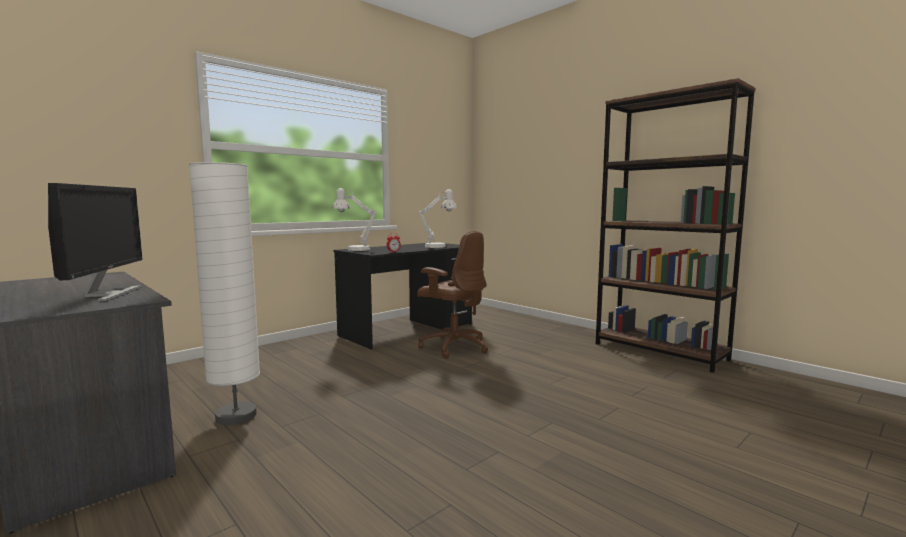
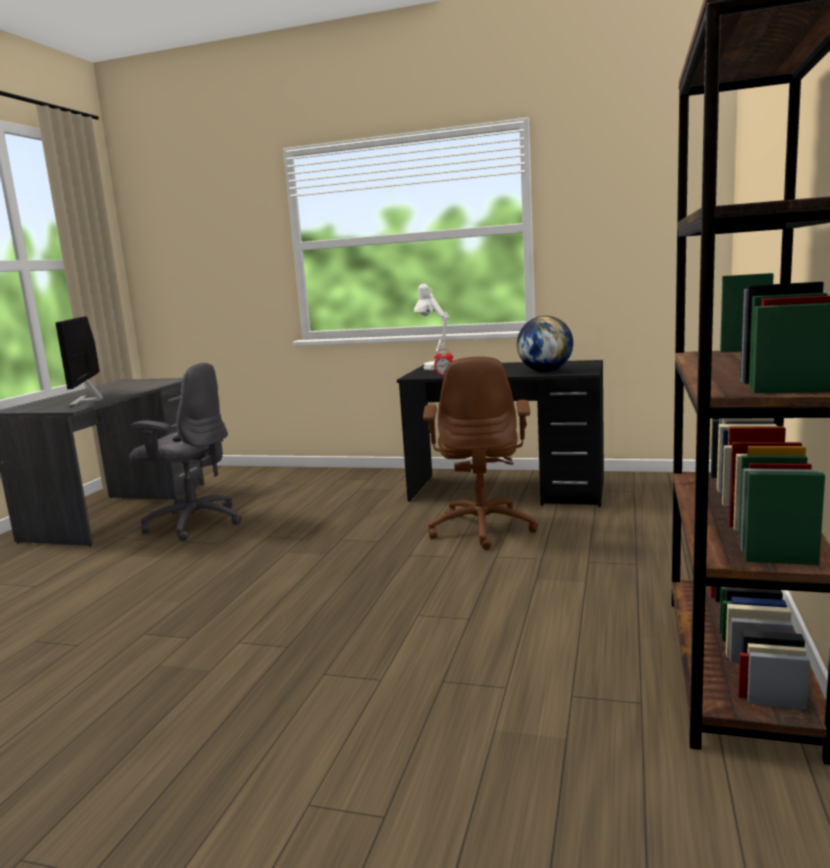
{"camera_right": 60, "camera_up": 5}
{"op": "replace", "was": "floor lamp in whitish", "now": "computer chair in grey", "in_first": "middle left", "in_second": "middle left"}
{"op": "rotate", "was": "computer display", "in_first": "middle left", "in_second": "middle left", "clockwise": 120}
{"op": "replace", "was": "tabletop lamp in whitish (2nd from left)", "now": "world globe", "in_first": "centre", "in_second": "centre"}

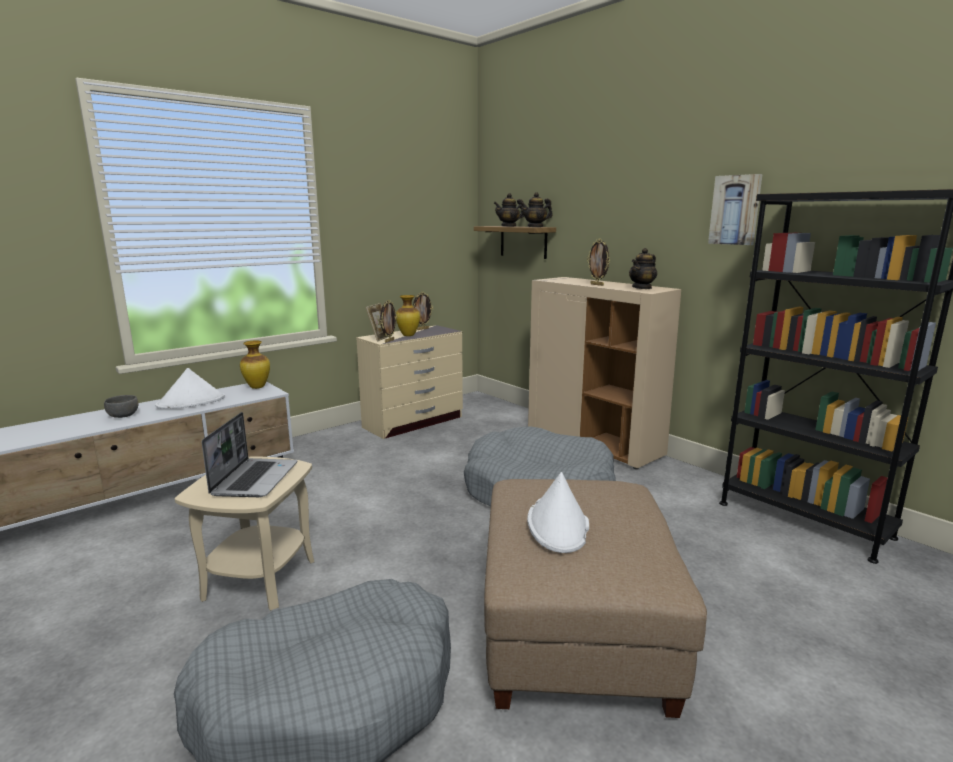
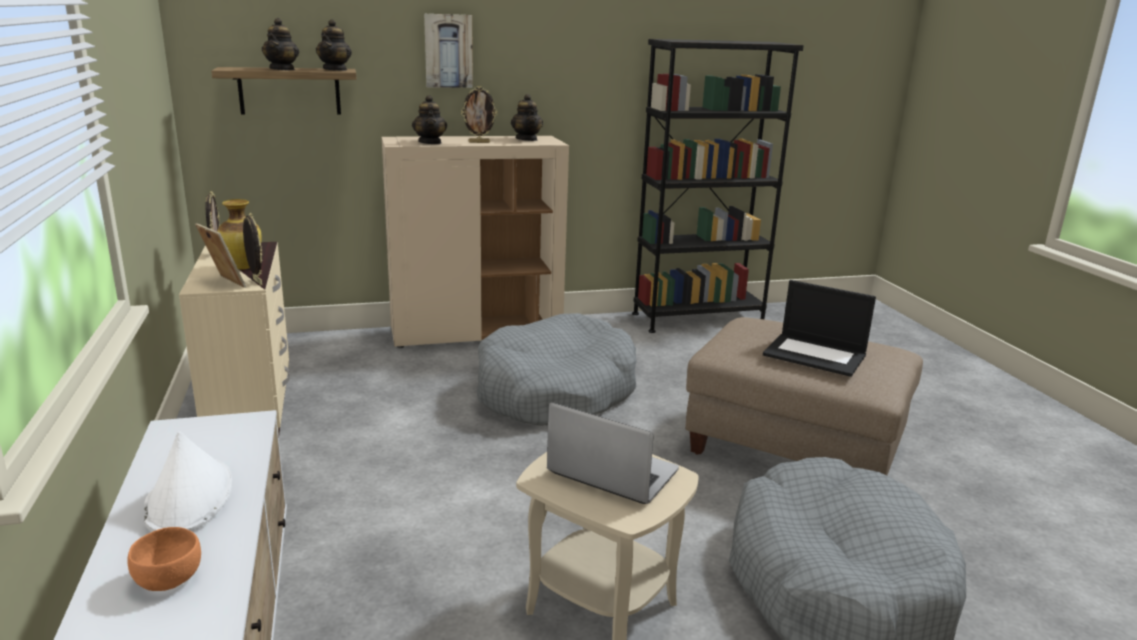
{"camera_right": -65, "camera_up": 5}
{"op": "move", "was": "wall picture", "in_first": "top right", "in_second": "top centre"}
{"op": "delete", "was": "decorative vase (1st from left)", "in_first": "middle left"}
{"op": "recolor", "was": "deep dish in grey", "now": "deep dish in orangey", "in_first": "middle left", "in_second": "bottom left"}
{"op": "replace", "was": "wearable hat in whitish (2nd from left)", "now": "notebook computer (2nd from left)", "in_first": "bottom centre", "in_second": "middle right"}
{"op": "insert", "now": "pot for tea (3rd from left)", "in_second": "top centre"}

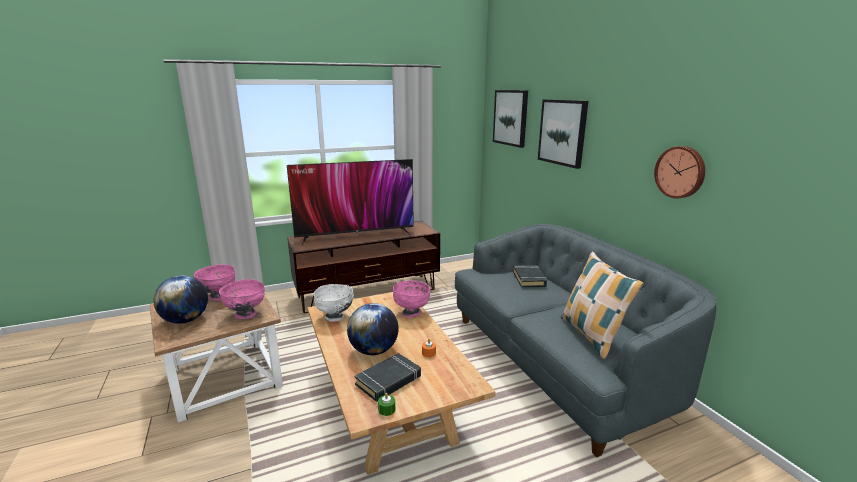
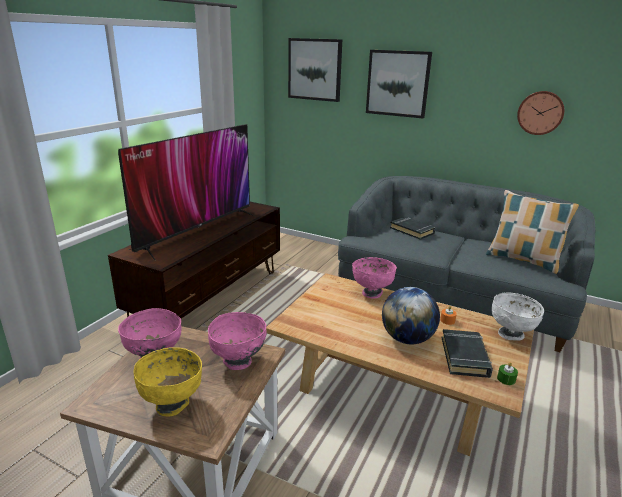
{"camera_right": -40, "camera_up": 5}
{"op": "replace", "was": "world globe (1st from left)", "now": "deep dish in yellowish", "in_first": "middle left", "in_second": "bottom left"}
{"op": "move", "was": "deep dish in whitish", "in_first": "centre", "in_second": "middle right"}

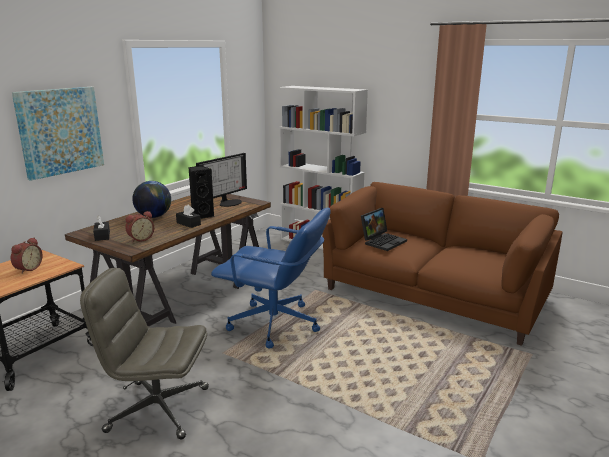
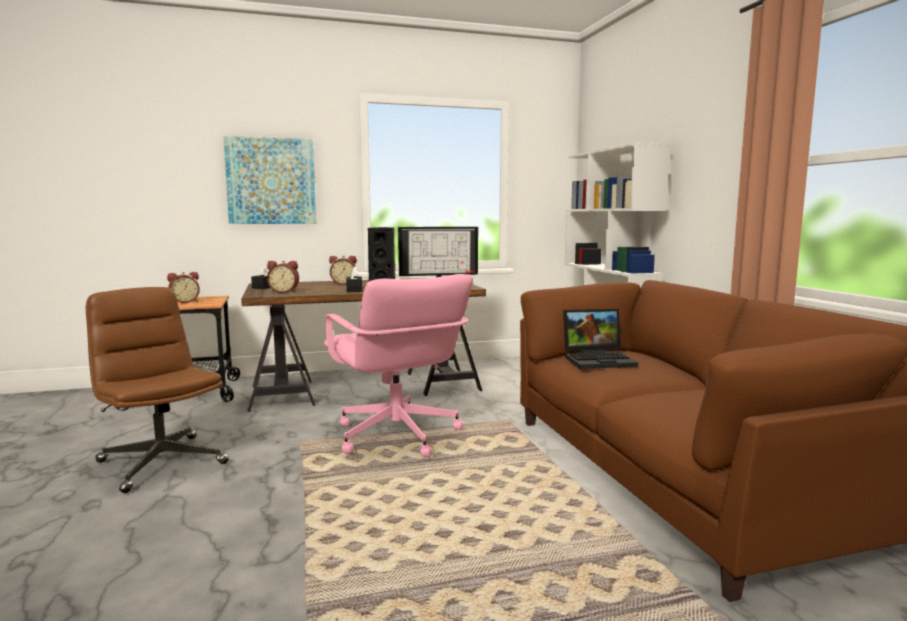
{"camera_right": 40, "camera_up": -10}
{"op": "replace", "was": "world globe", "now": "alarm clock (3rd from left)", "in_first": "middle left", "in_second": "centre"}
{"op": "recolor", "was": "computer chair in blue-coloured", "now": "computer chair in pinkish", "in_first": "centre", "in_second": "centre"}
{"op": "recolor", "was": "computer chair in grey", "now": "computer chair in brown-coloured", "in_first": "bottom left", "in_second": "middle left"}

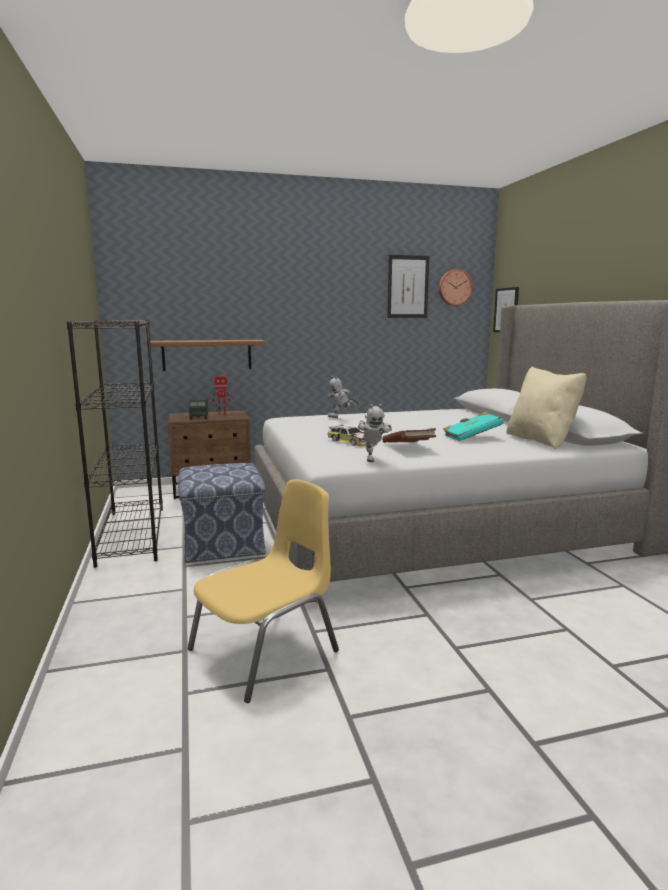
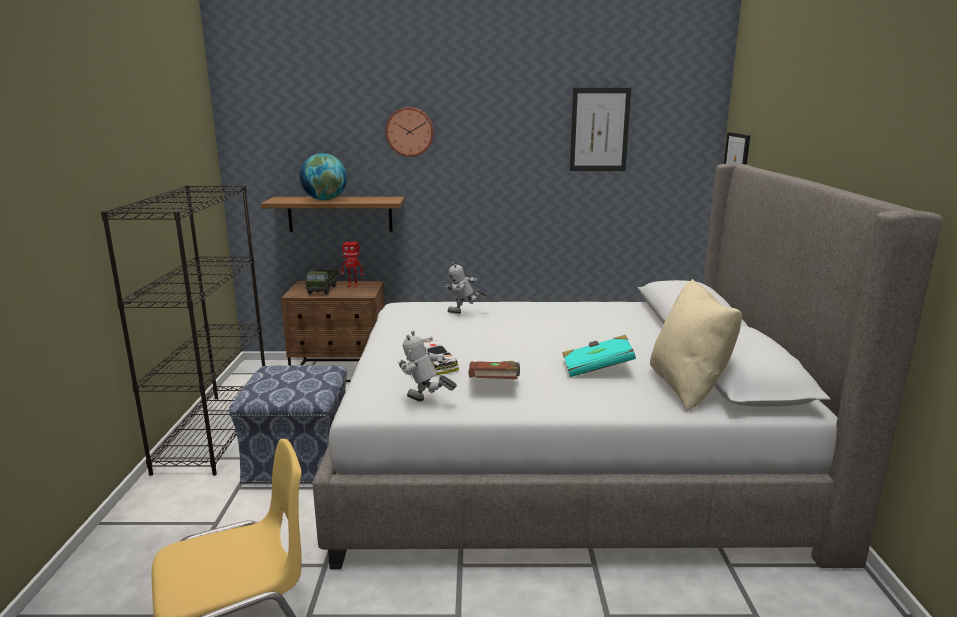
{"camera_right": 15, "camera_up": 5}
{"op": "move", "was": "wall clock", "in_first": "top right", "in_second": "top centre"}
{"op": "rotate", "was": "robot figure (3rd from left in the first image)", "in_first": "centre", "in_second": "centre", "clockwise": 105}
{"op": "insert", "now": "world globe", "in_second": "top centre"}

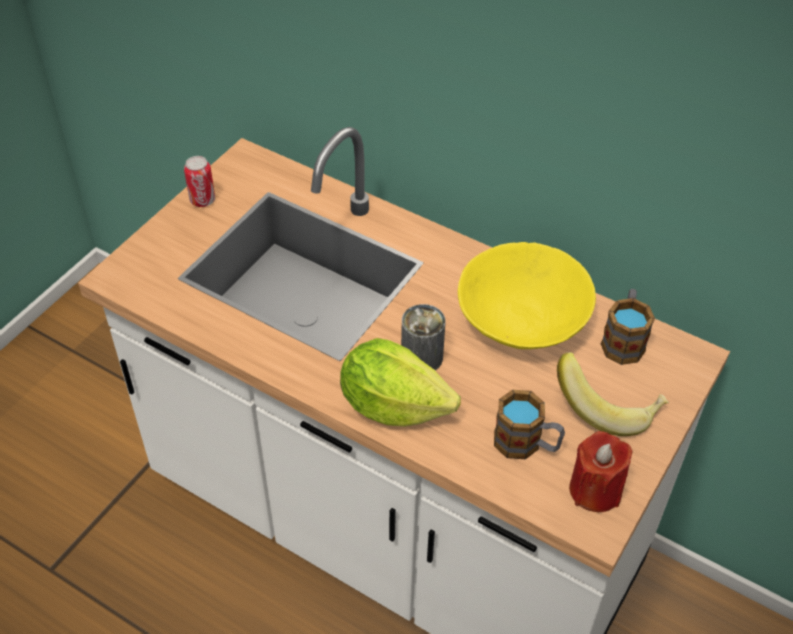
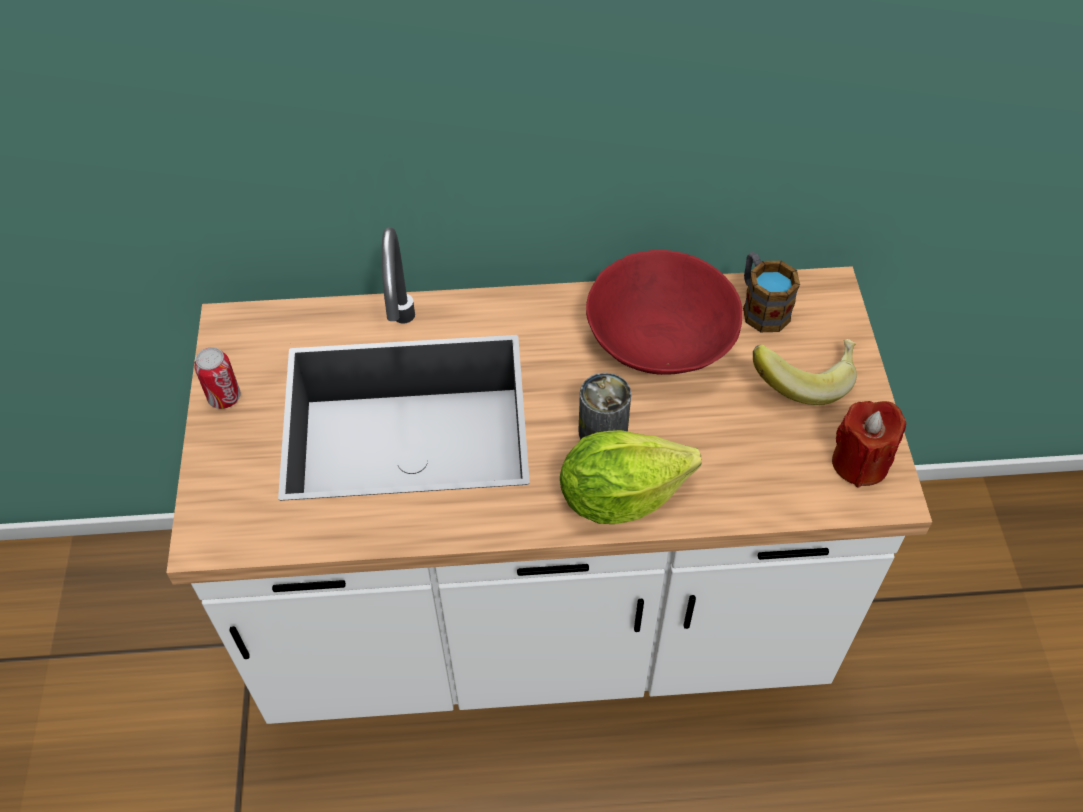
{"camera_right": -35, "camera_up": 5}
{"op": "recolor", "was": "deep dish in yellowish", "now": "deep dish in red-coloured", "in_first": "centre", "in_second": "centre"}
{"op": "delete", "was": "mug (1st from left)", "in_first": "bottom right"}

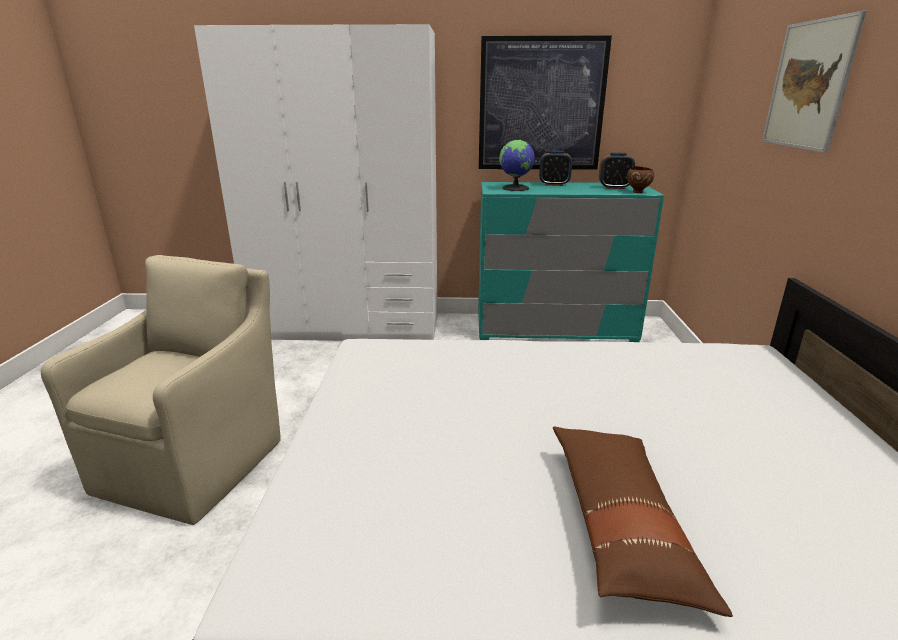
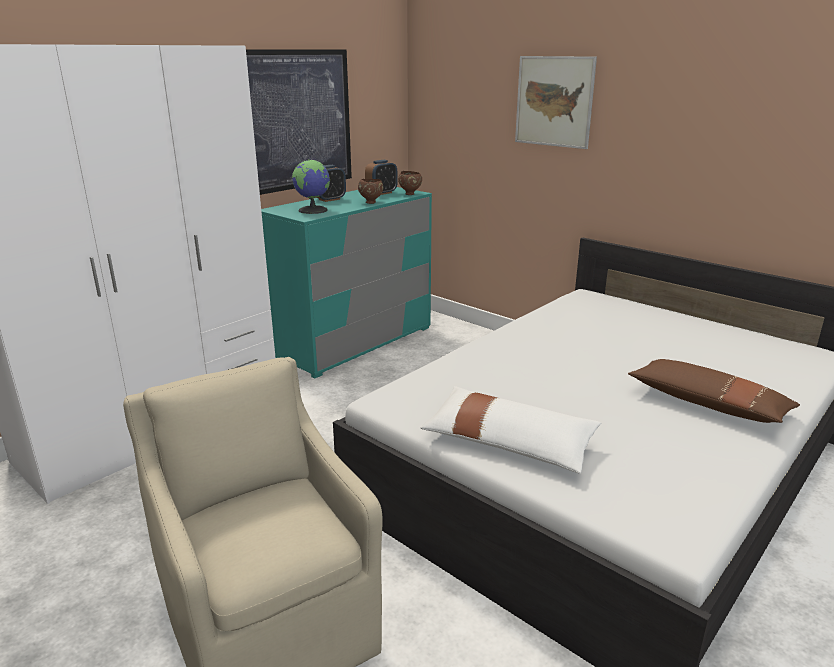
{"camera_right": -50, "camera_up": 0}
{"op": "insert", "now": "deep dish in brown-coloured (1st from left)", "in_second": "top centre"}
{"op": "insert", "now": "throw pillow in whitish", "in_second": "centre"}

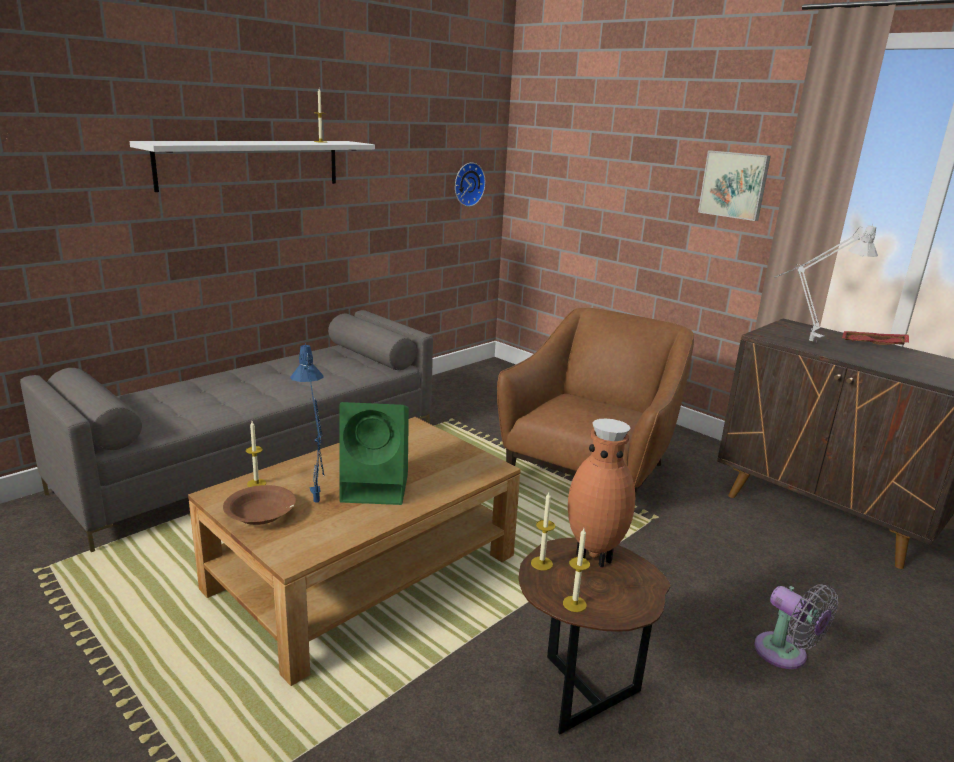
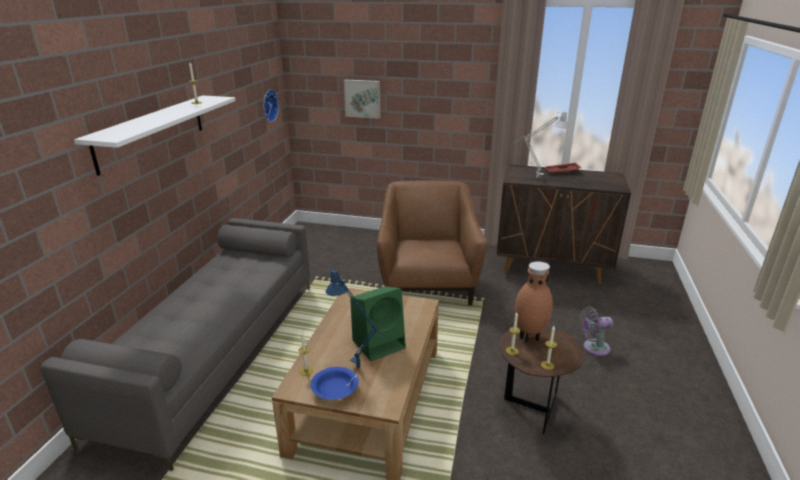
{"camera_right": -30, "camera_up": 5}
{"op": "move", "was": "wall picture", "in_first": "top right", "in_second": "top centre"}
{"op": "recolor", "was": "deep dish in brown-coloured", "now": "deep dish in blue-coloured", "in_first": "middle left", "in_second": "bottom centre"}
{"op": "rotate", "was": "electric fan in grey", "in_first": "bottom right", "in_second": "bottom right", "clockwise": 150}

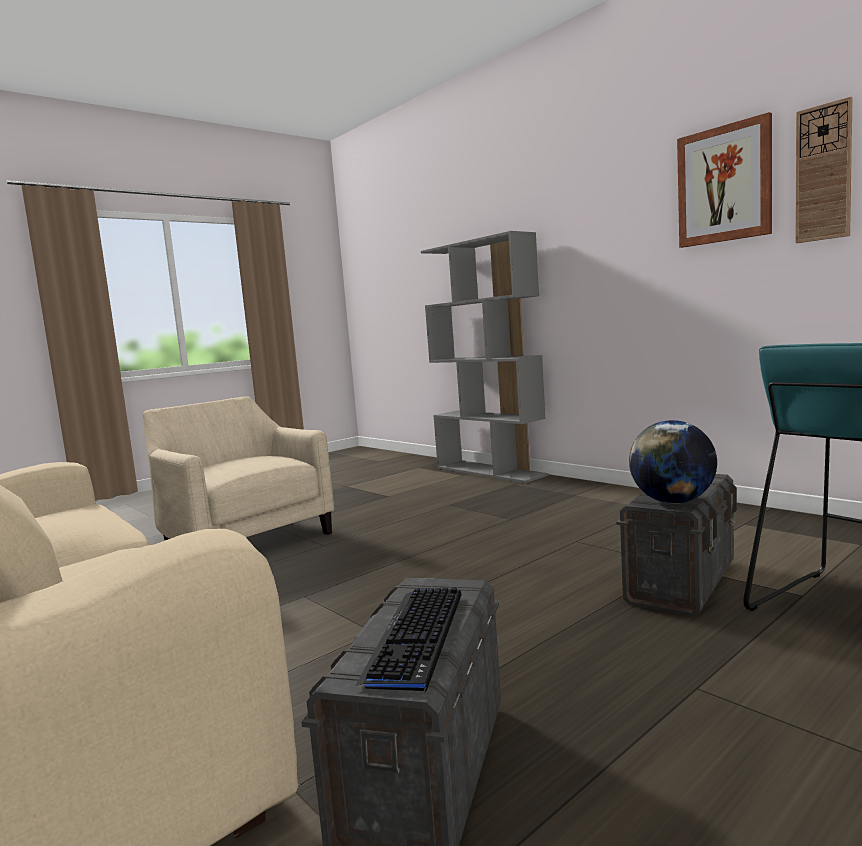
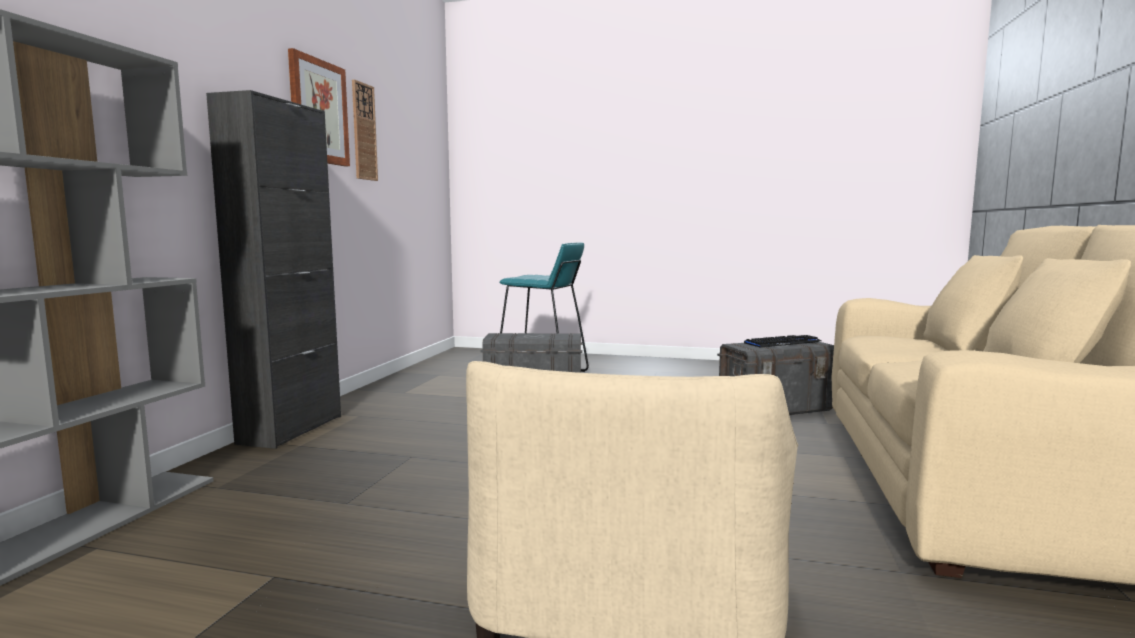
{"camera_right": -125, "camera_up": 0}
{"op": "delete", "was": "world globe", "in_first": "middle right"}
{"op": "insert", "now": "storage cabinet in black", "in_second": "middle left"}

